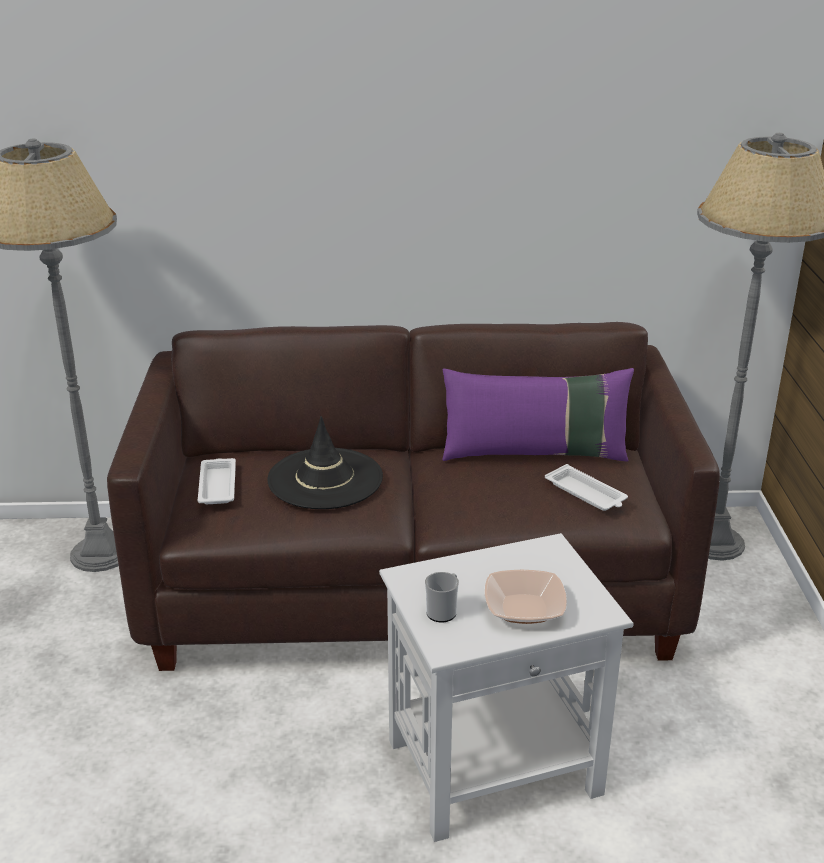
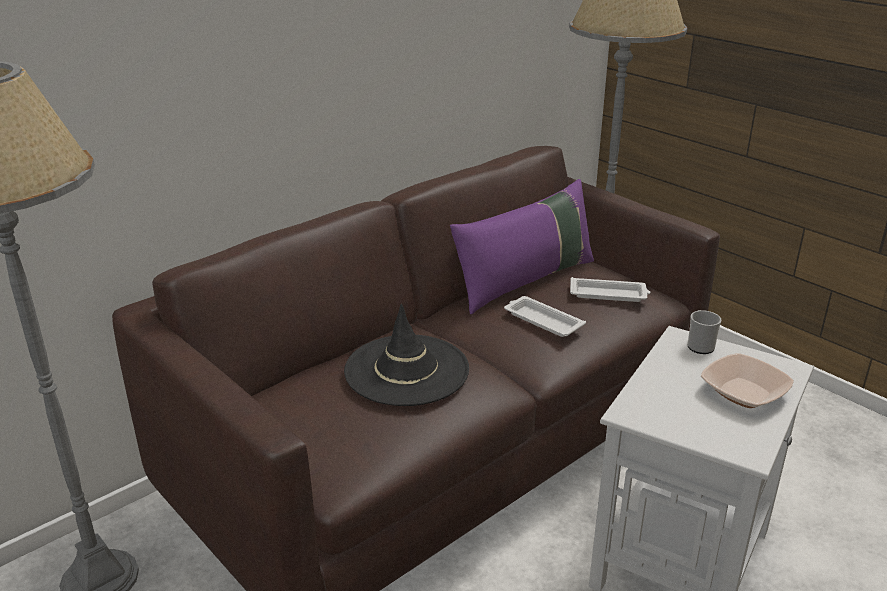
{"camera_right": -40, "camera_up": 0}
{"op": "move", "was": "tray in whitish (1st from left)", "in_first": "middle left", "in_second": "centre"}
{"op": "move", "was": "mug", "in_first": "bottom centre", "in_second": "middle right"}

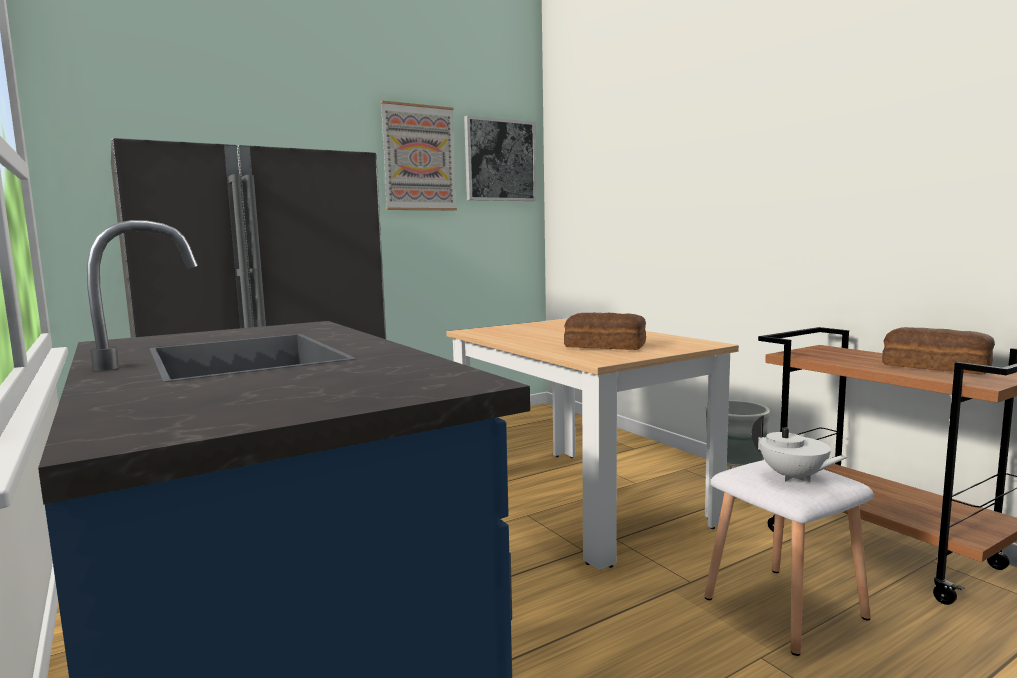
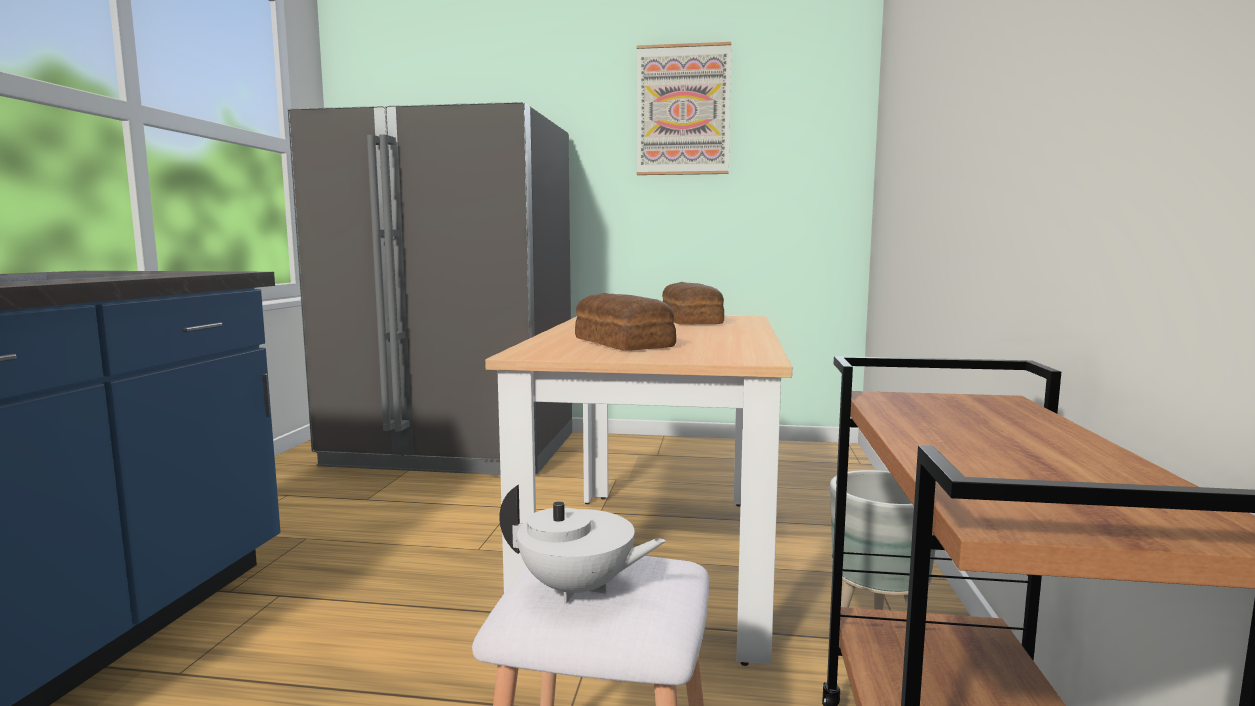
{"camera_right": 40, "camera_up": 0}
{"op": "delete", "was": "wall picture (2nd from left)", "in_first": "top centre"}
{"op": "move", "was": "baked bread (2nd from left)", "in_first": "middle right", "in_second": "centre"}
{"op": "rotate", "was": "pot for tea in whitish", "in_first": "middle right", "in_second": "bottom centre", "clockwise": -75}

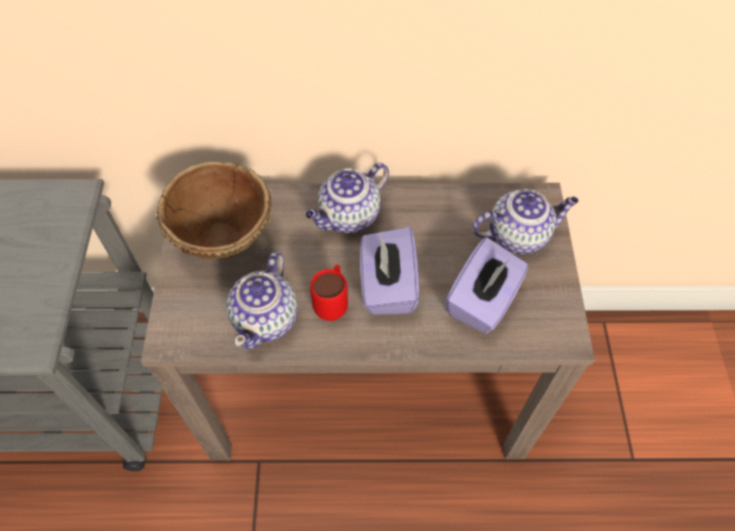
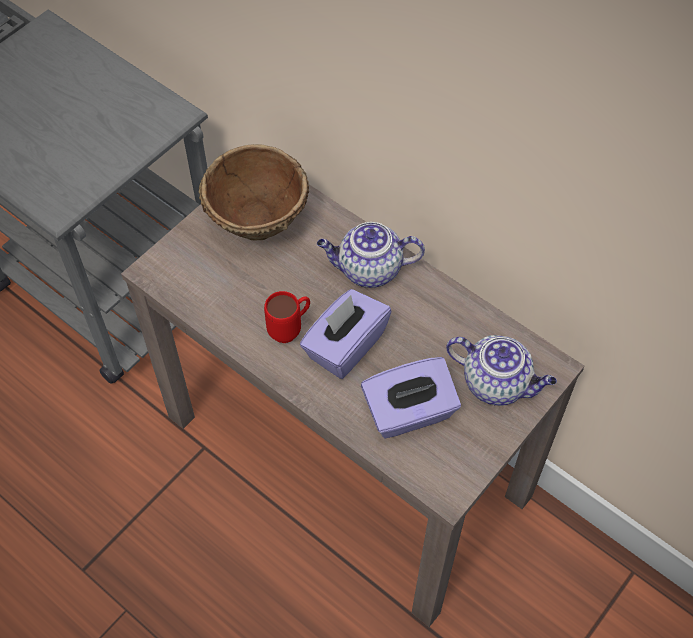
{"camera_right": 40, "camera_up": 0}
{"op": "delete", "was": "pot for tea (1st from left)", "in_first": "centre"}

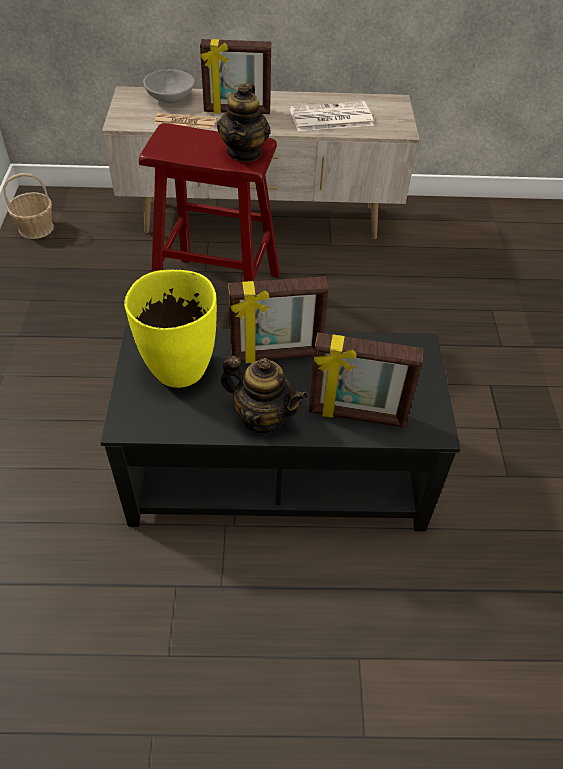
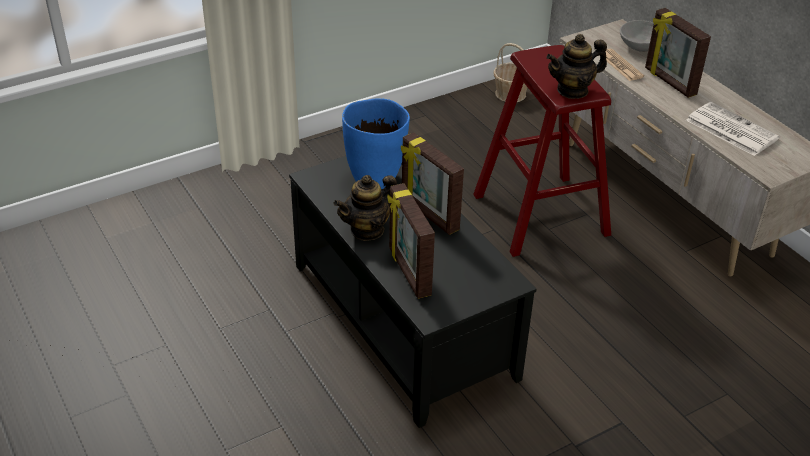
{"camera_right": 60, "camera_up": -10}
{"op": "recolor", "was": "decorative vase in yellowish", "now": "decorative vase in blue-coloured", "in_first": "middle left", "in_second": "top centre"}
{"op": "rotate", "was": "pot for tea (2nd from left in the first image)", "in_first": "centre", "in_second": "centre", "clockwise": 60}

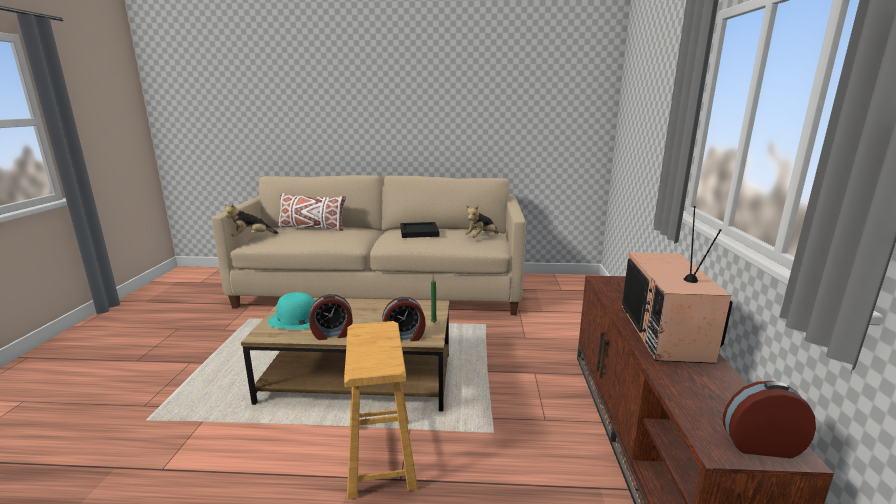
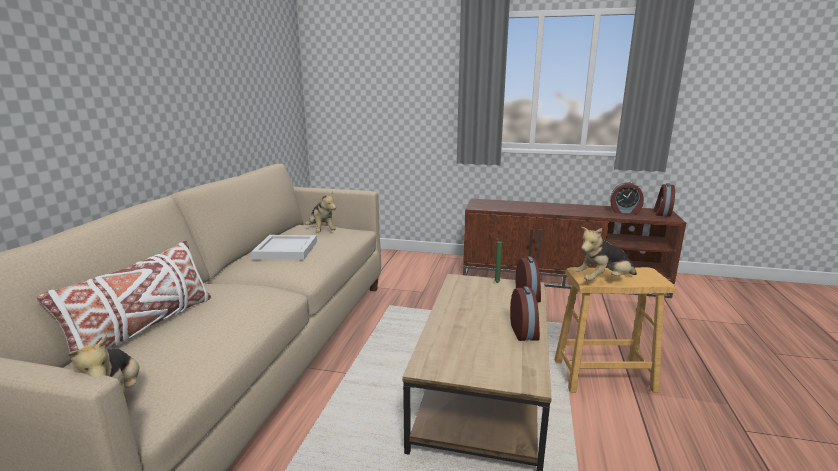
{"camera_right": -80, "camera_up": 0}
{"op": "delete", "was": "TV", "in_first": "middle right"}
{"op": "recolor", "was": "tray in black", "now": "tray in whitish", "in_first": "centre", "in_second": "centre"}
{"op": "delete", "was": "wearable hat in turquoise", "in_first": "middle left"}
{"op": "insert", "now": "alarm clock (3rd from left)", "in_second": "middle right"}
{"op": "insert", "now": "soft toy (3rd from left)", "in_second": "middle right"}

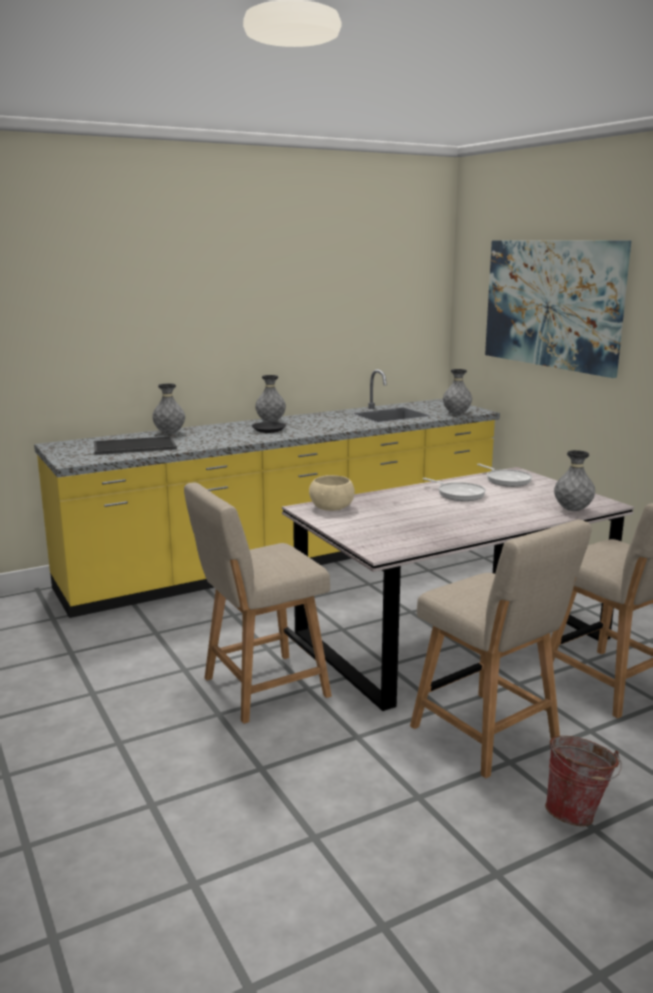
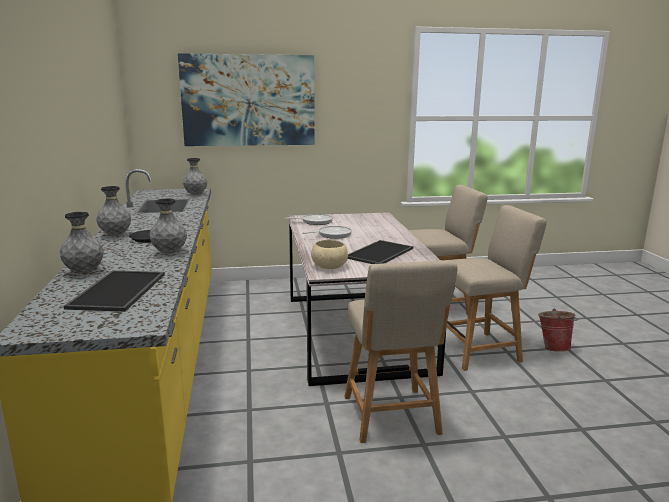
{"camera_right": -70, "camera_up": 0}
{"op": "move", "was": "decorative vase in grey (4th from left in the first image)", "now": "decorative vase in grey (3rd from left)", "in_first": "middle right", "in_second": "middle left"}
{"op": "insert", "now": "tray (2nd from left)", "in_second": "centre"}

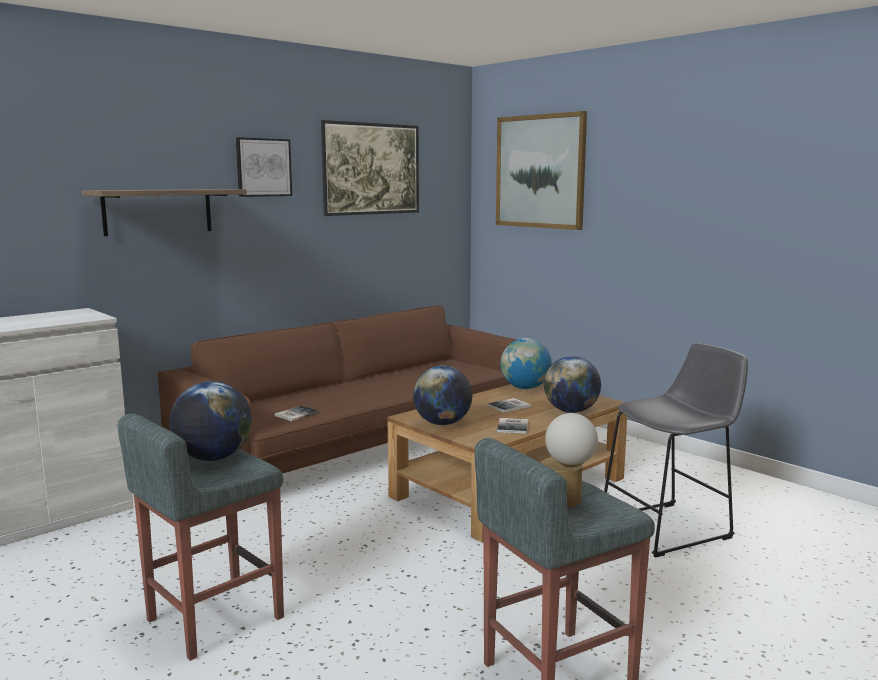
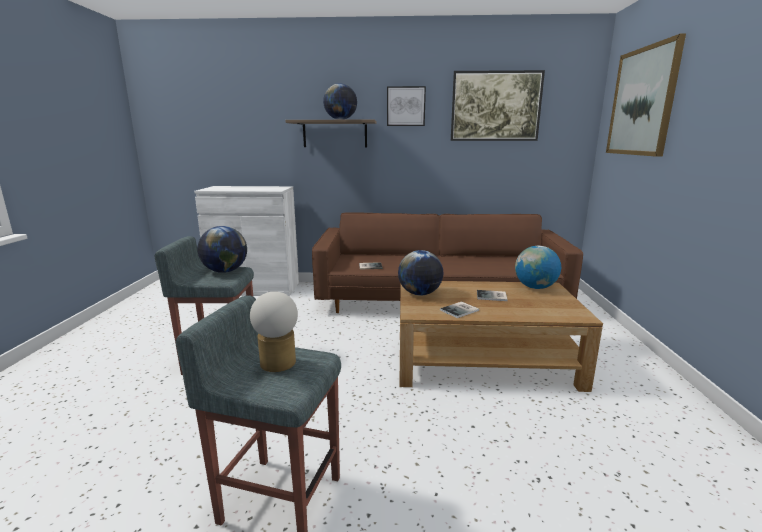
{"camera_right": 45, "camera_up": 5}
{"op": "delete", "was": "sitting stool in grey (3rd from left)", "in_first": "middle right"}
{"op": "move", "was": "world globe (4th from left in the first image)", "now": "world globe (2nd from left)", "in_first": "centre", "in_second": "top centre"}

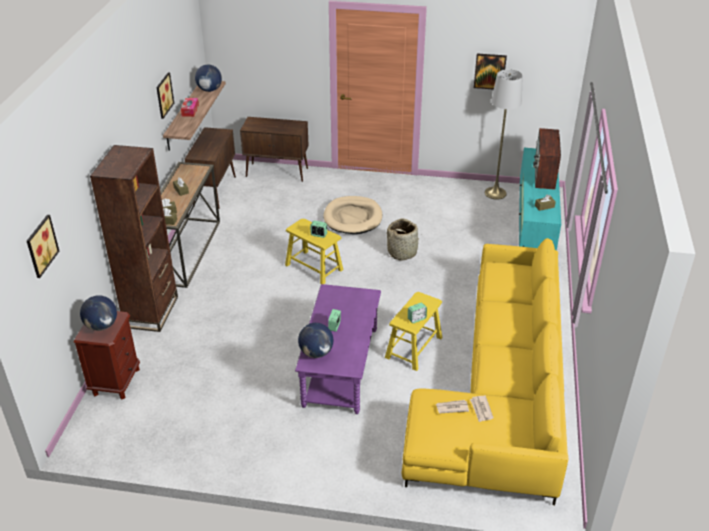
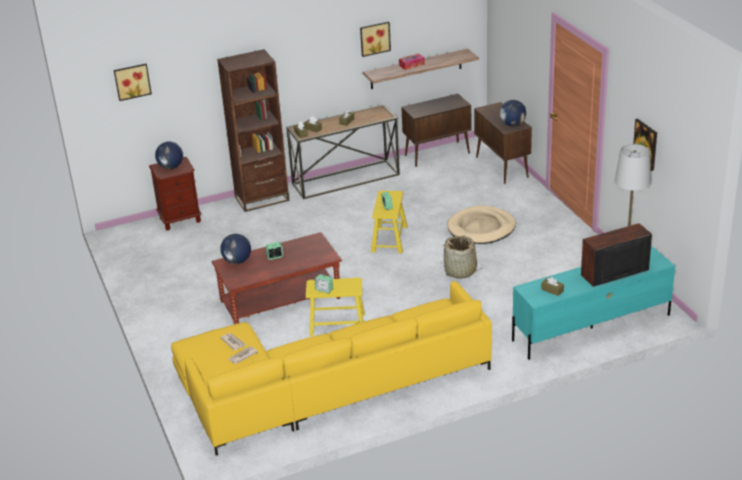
{"camera_right": 60, "camera_up": -5}
{"op": "move", "was": "world globe (2nd from left in the first image)", "now": "world globe (3rd from left)", "in_first": "top left", "in_second": "top right"}
{"op": "recolor", "was": "coffee table in purplish", "now": "coffee table in brown-coloured", "in_first": "centre", "in_second": "centre"}

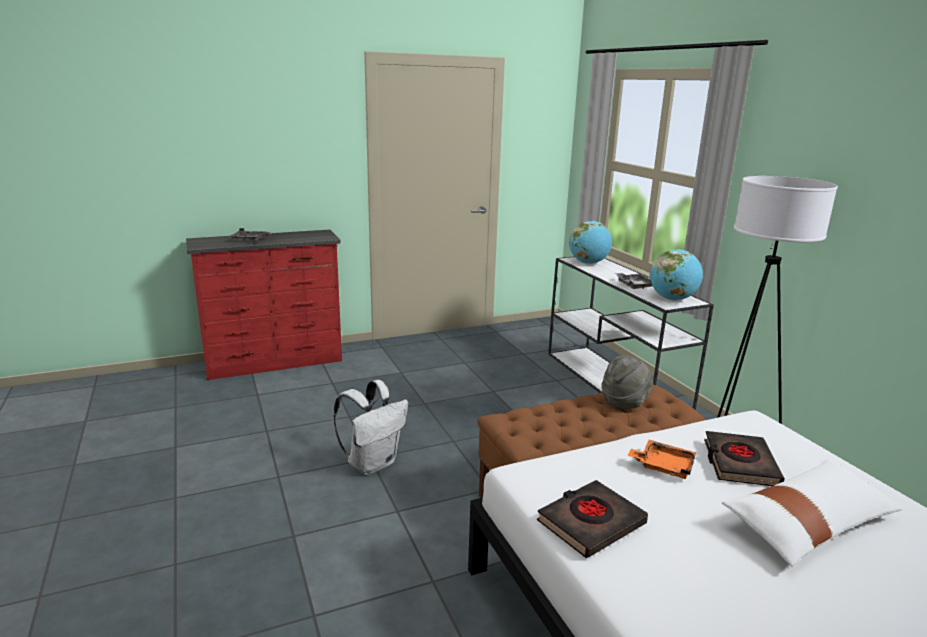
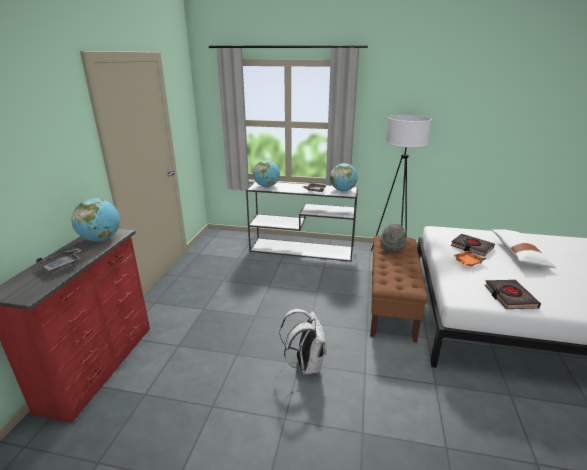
{"camera_right": -55, "camera_up": 5}
{"op": "insert", "now": "world globe (1st from left)", "in_second": "middle left"}

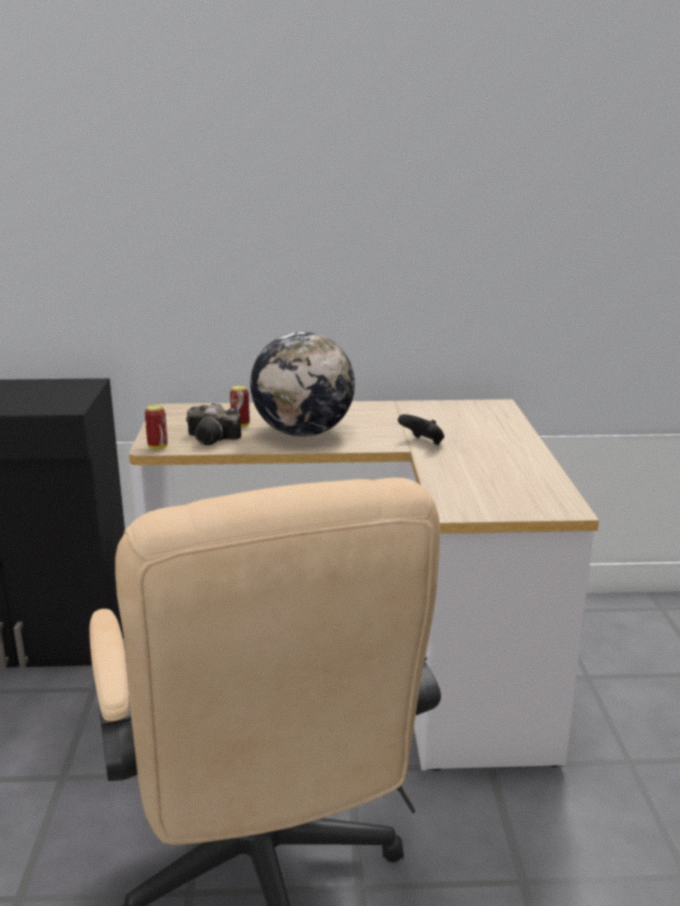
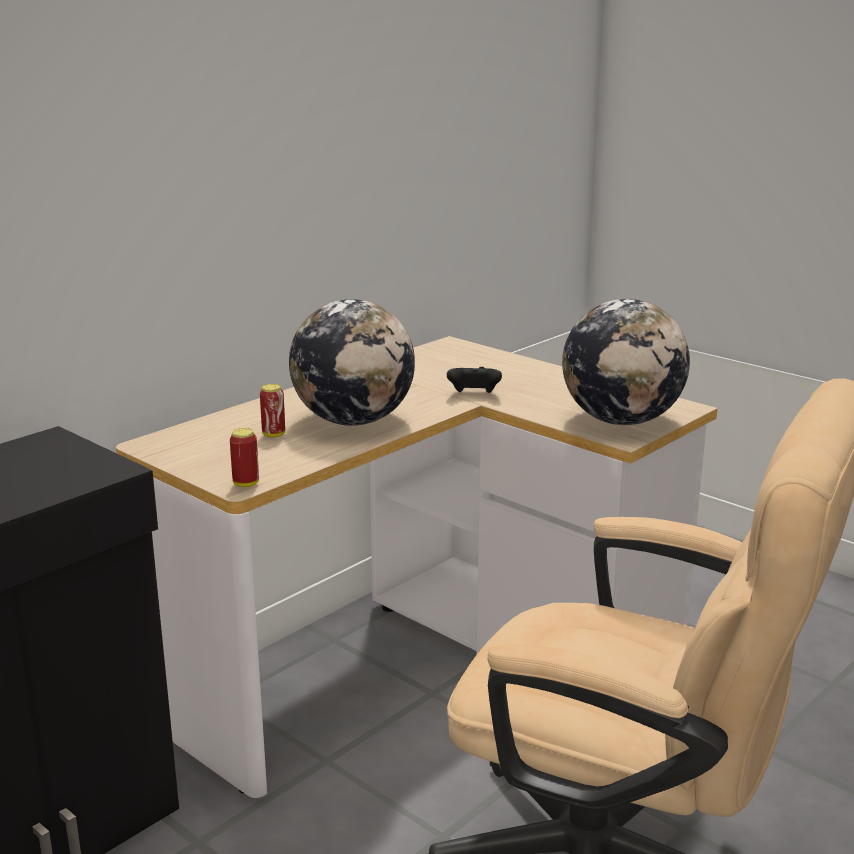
{"camera_right": -45, "camera_up": 0}
{"op": "delete", "was": "still camera", "in_first": "middle left"}
{"op": "insert", "now": "world globe (2nd from left)", "in_second": "middle right"}

